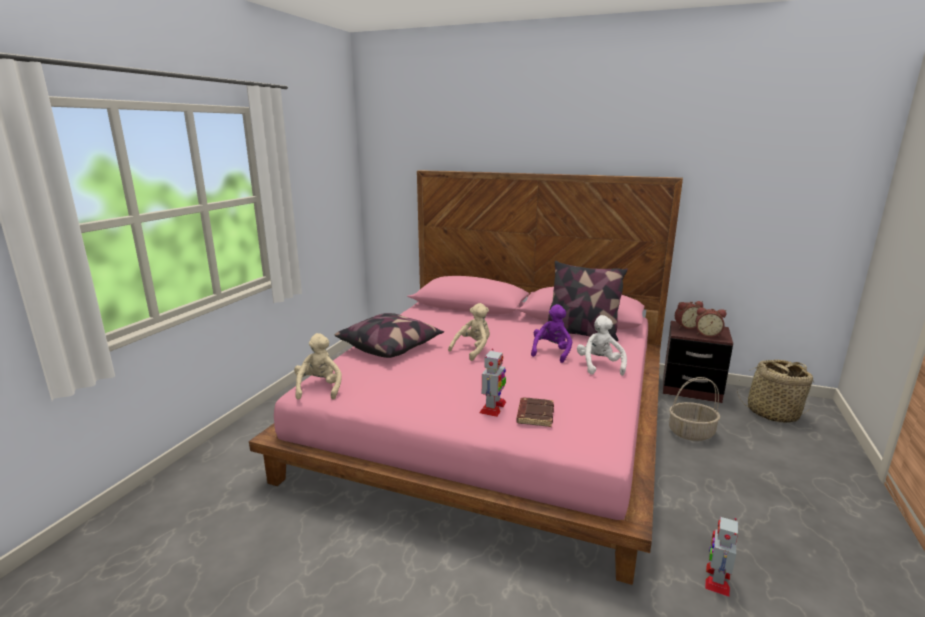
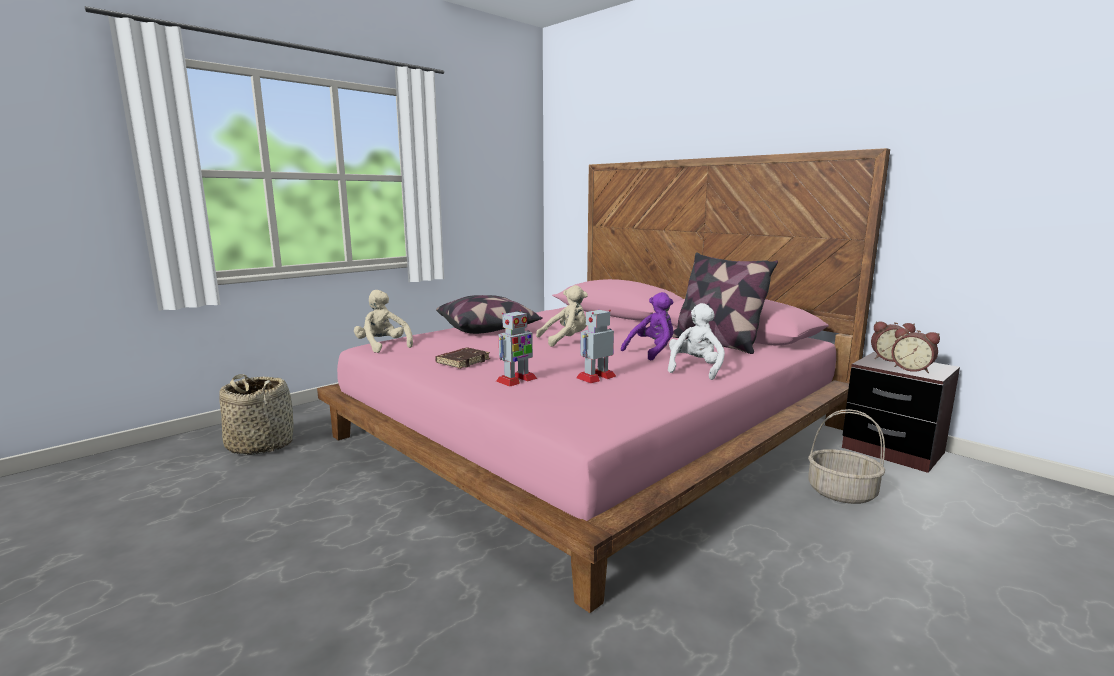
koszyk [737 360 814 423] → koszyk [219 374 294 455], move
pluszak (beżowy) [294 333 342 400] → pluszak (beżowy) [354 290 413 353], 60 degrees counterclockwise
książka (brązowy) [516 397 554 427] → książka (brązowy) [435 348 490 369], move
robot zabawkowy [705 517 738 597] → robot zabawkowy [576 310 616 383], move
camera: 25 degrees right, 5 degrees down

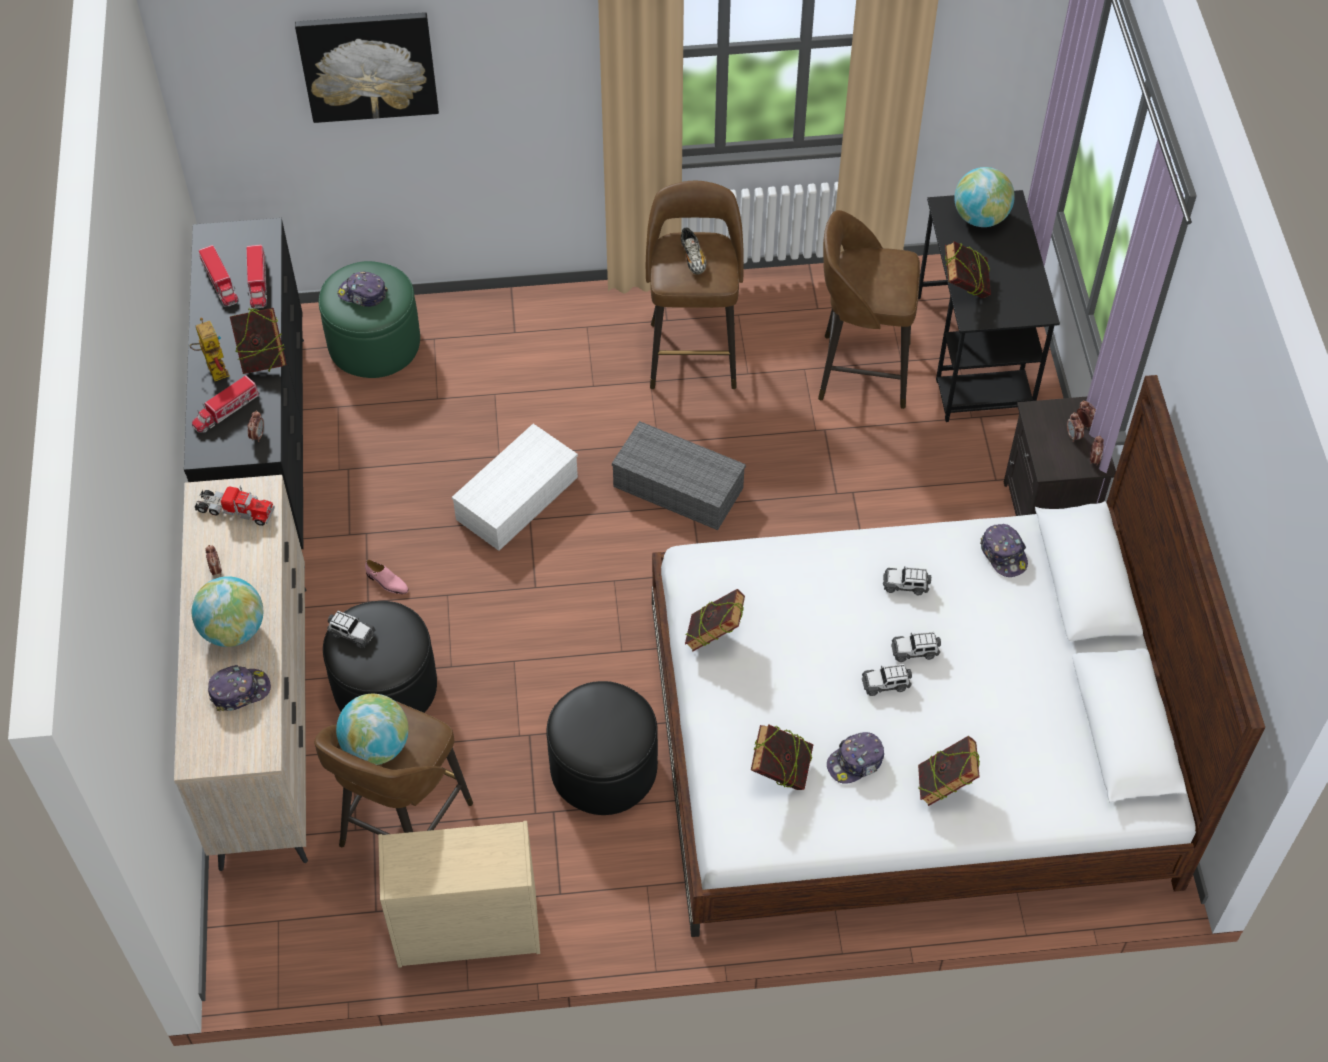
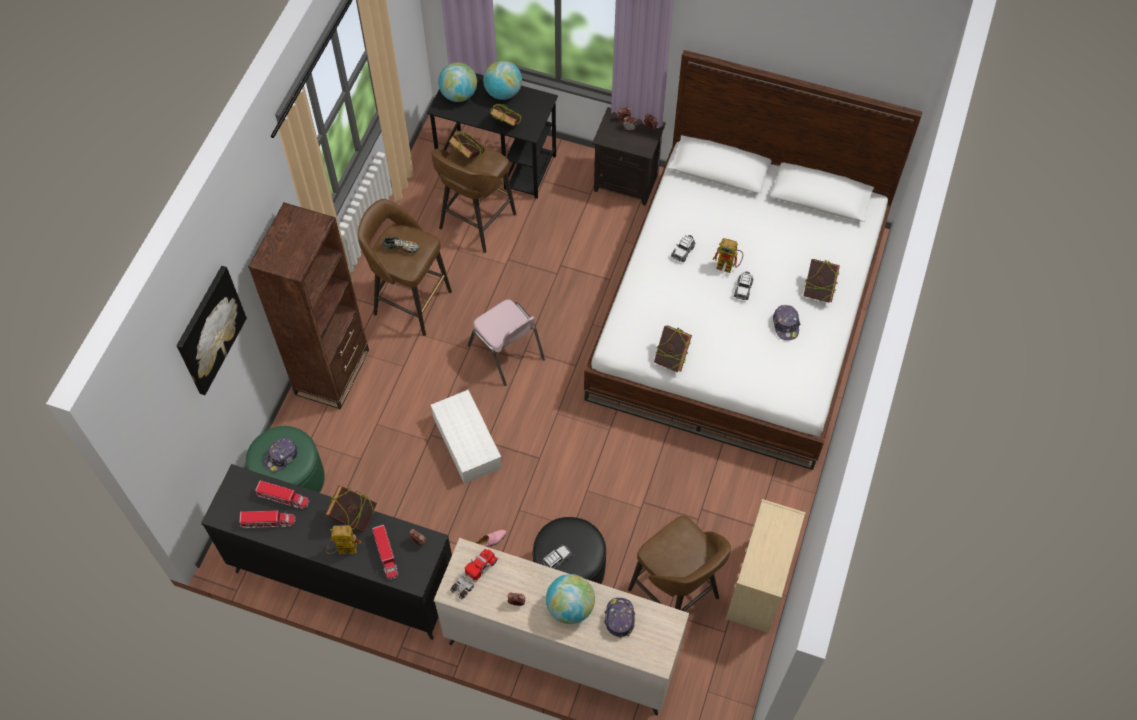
- → regał (brązowy) [248 203 369 409]
książka [751 724 813 790] → książka [448 133 485 159], move
pojemnik do przechowywania (szary) [612 421 746 530] → krzesło (różowy) [468 300 545 386]
globus [336 694 408 765] → globus [483 60 522 100], move
samochodzik [891 632 941 662] → robot zabawkowy [713 238 743 273]
pufa (czarny) [546 681 658 815] → -
czapka z daszkiem [980 524 1028 577] → -
camera: 65 degrees left, 5 degrees up

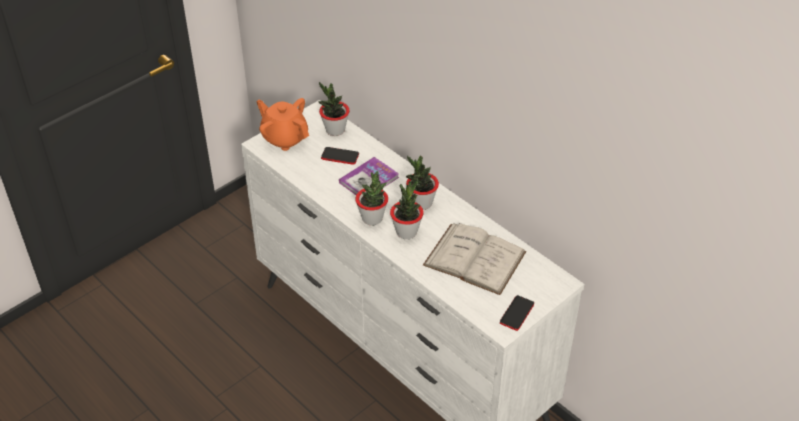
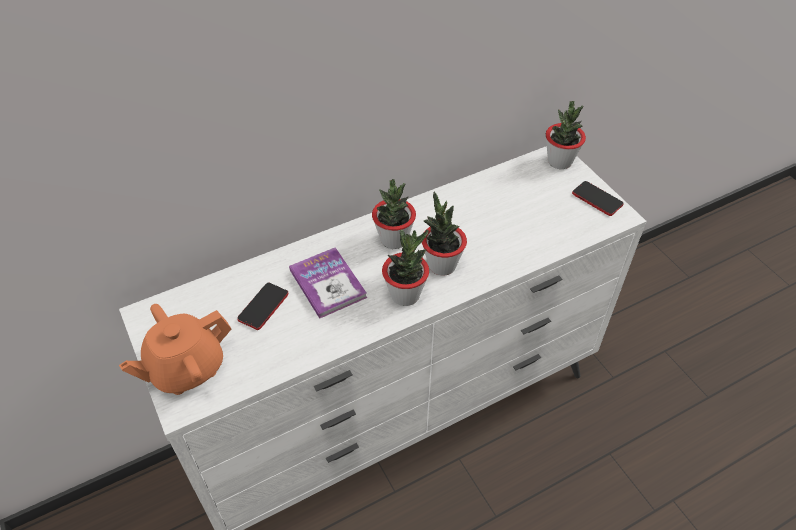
roślina doniczkowa [318 82 350 136] → roślina doniczkowa [546 101 586 169], move
książka (biały) [423 223 526 295] → -
camera: 75 degrees left, 5 degrees up

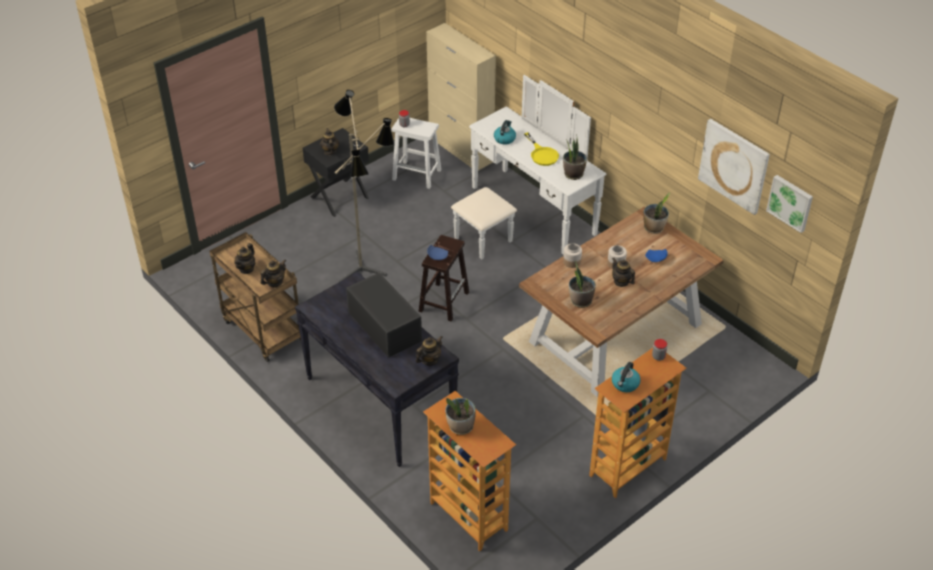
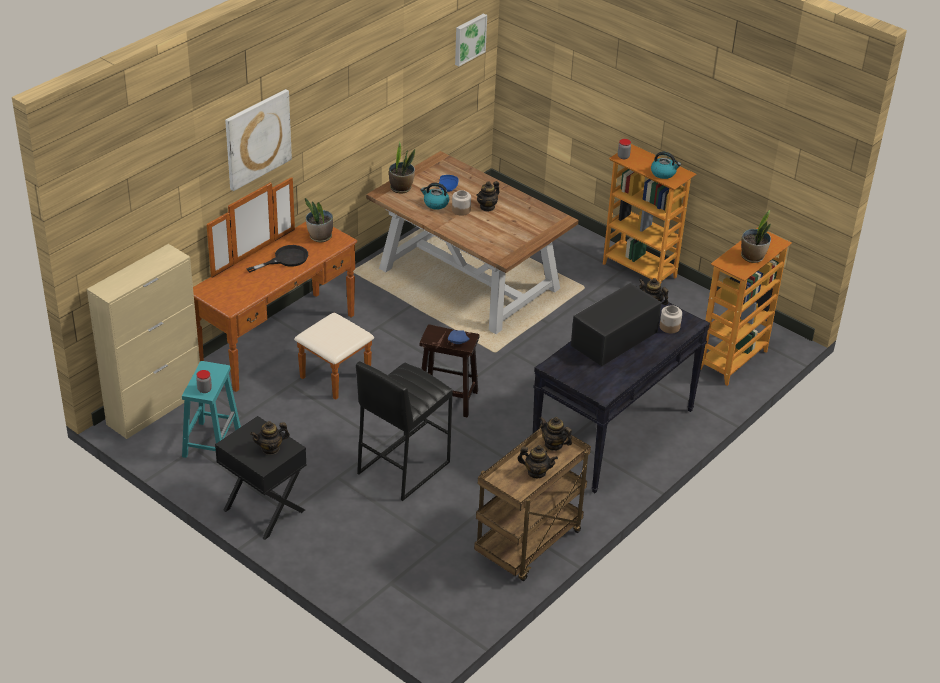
stołek (biały) [392 118 442 189] → stołek (turkusowy) [182 361 241 458]
komoda (biały) [451 75 606 259] → komoda (brązowy) [193 177 374 400]
obraz [698 119 770 215] → obraz [225 89 292 191], move
patelnia (żółty) [524 132 559 166] → patelnia (czarny) [246 245 308 273]
lampa stojąca [334 90 394 282] → stołek (czarny) [356 361 453 501]
czajnik [494 120 516 145] → czajnik [421 183 449 210], move
słoik [563 243 582 268] → słoik [660 305 682 334], move
roślina doniczkowa [569 261 596 308] → -
camera: 100 degrees left, 5 degrees down

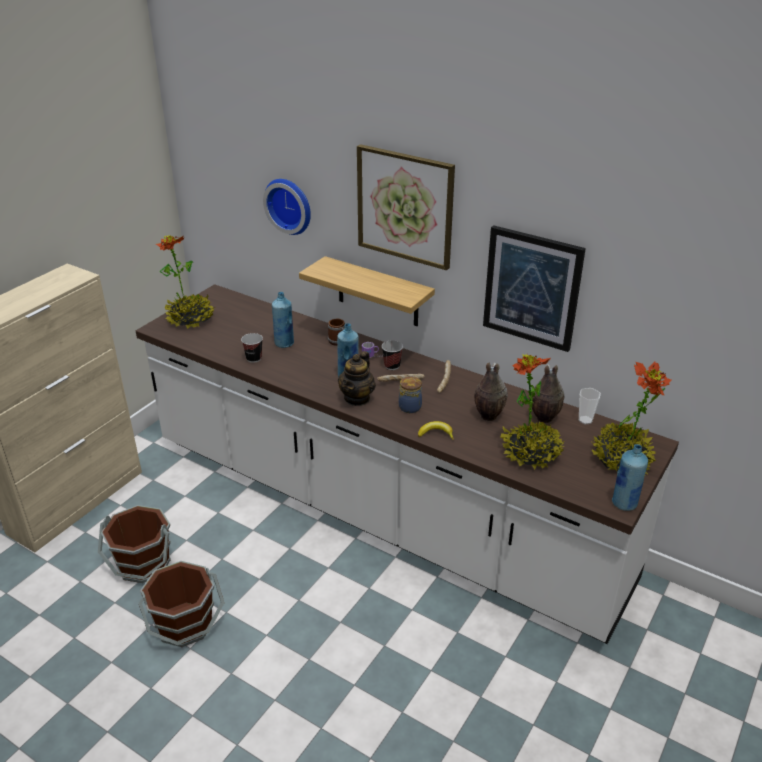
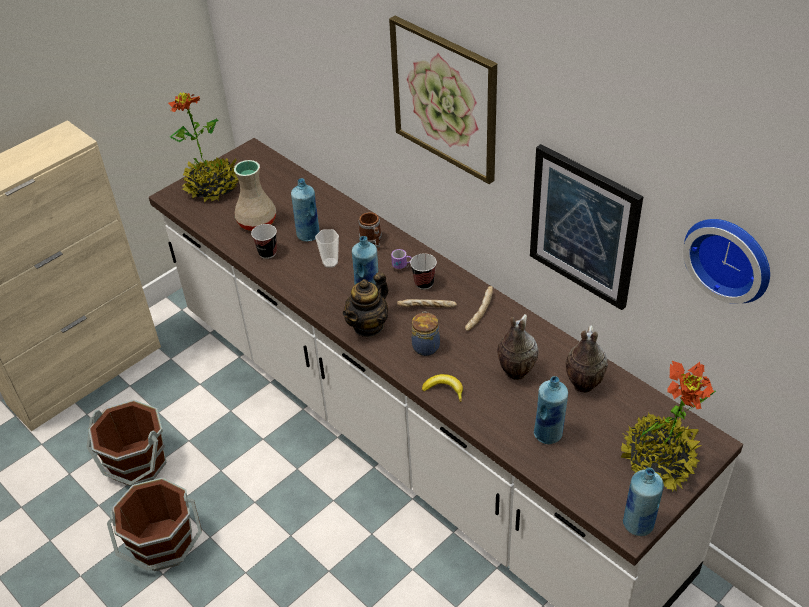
- → wazon (beżowy) [234 160 276 231]
filiżanka [579 388 601 425] → filiżanka [315 229 339 268], move
roślina doniczkowa [500 354 564 470] → butelka (niebieski) [534 376 568 444]
zegar ścienny [263 179 311 235] → zegar ścienny [683 219 770 304], move
półka [299 256 435 326] → -
camera: 15 degrees right, 10 degrees up

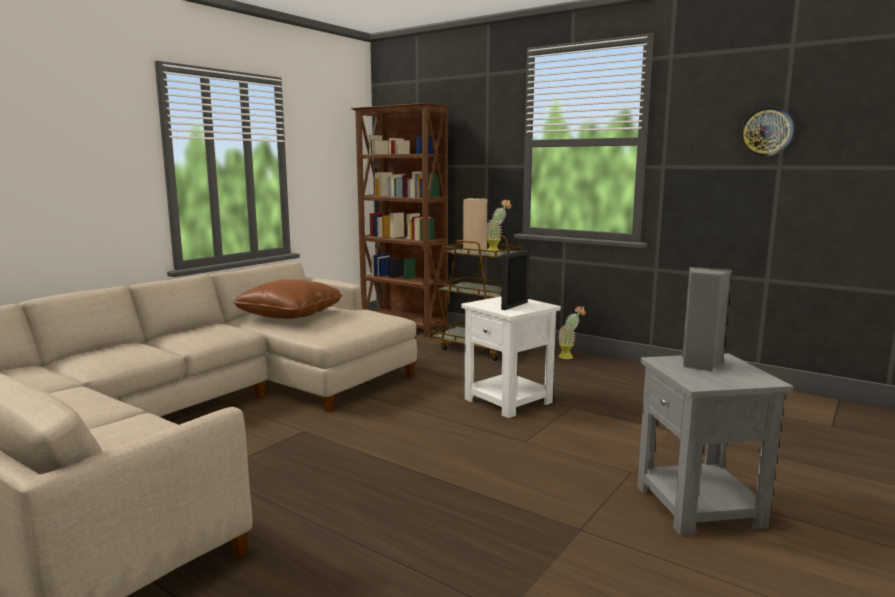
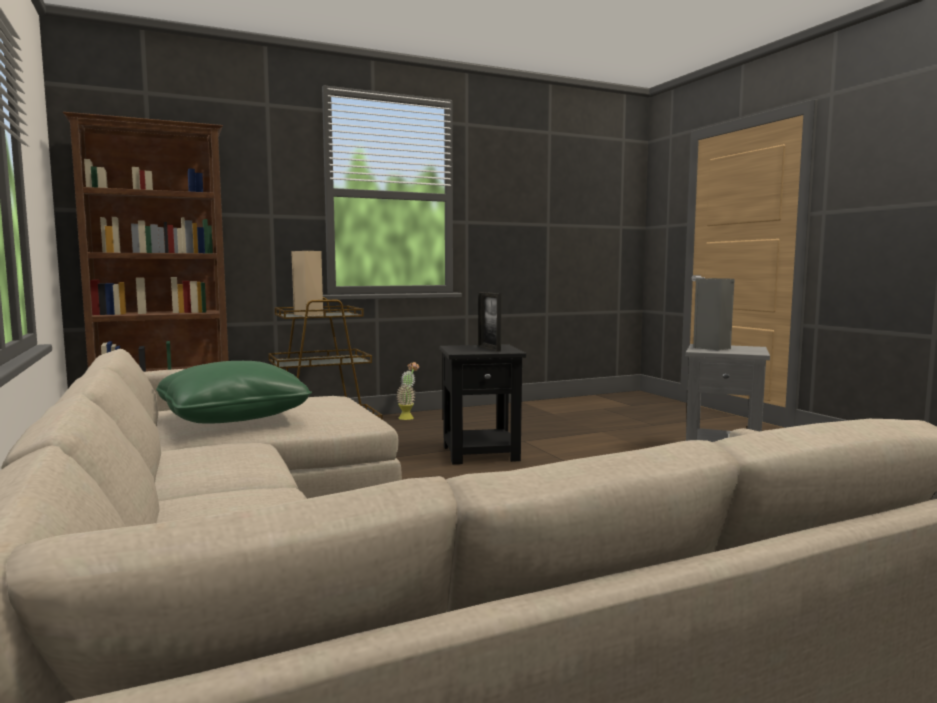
poduszka (brązowy) [233 279 342 319] → poduszka (zielony) [156 361 312 424]
stolik (biały) [461 296 561 418] → stolik (czarny) [440 344 526 464]
roślina doniczkowa [485 200 512 254] → -
zegar ścienny [740 106 794 157] → -
camera: 60 degrees left, 5 degrees down

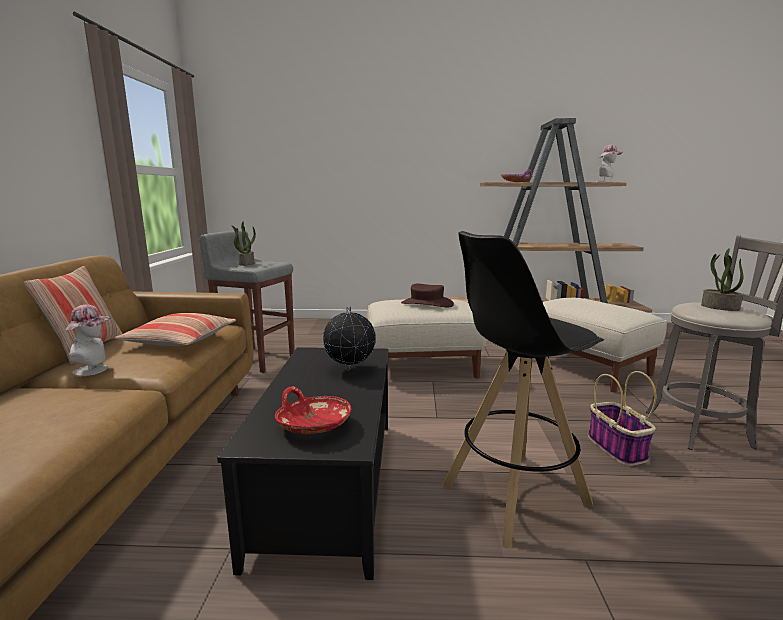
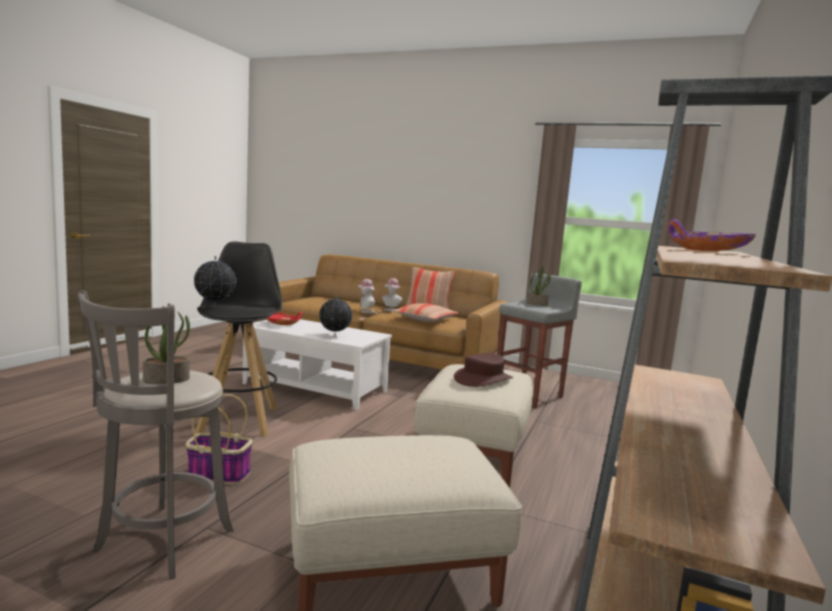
- → globus [194 256 236 306]
ława (czarny) [217 347 389 580] → ława (biały) [242 319 392 411]
kapelusz [596 145 623 182] → kapelusz [357 279 375 313], move
camera: 110 degrees right, 5 degrees down

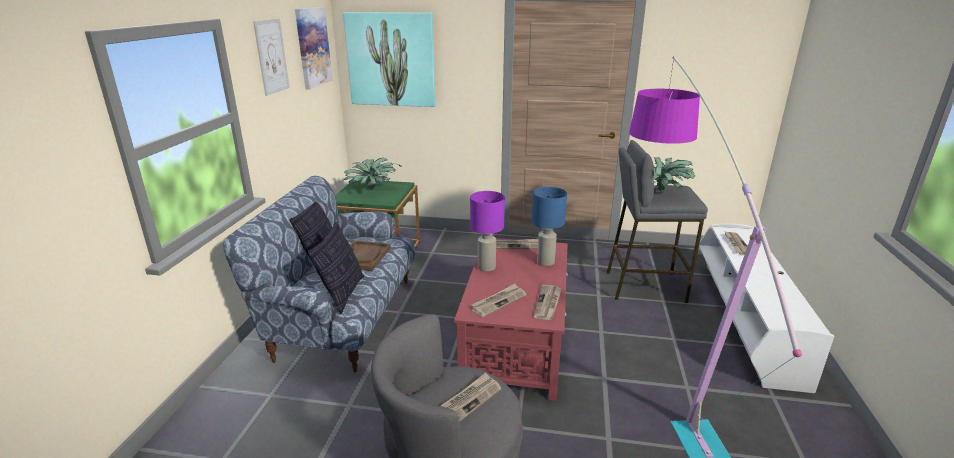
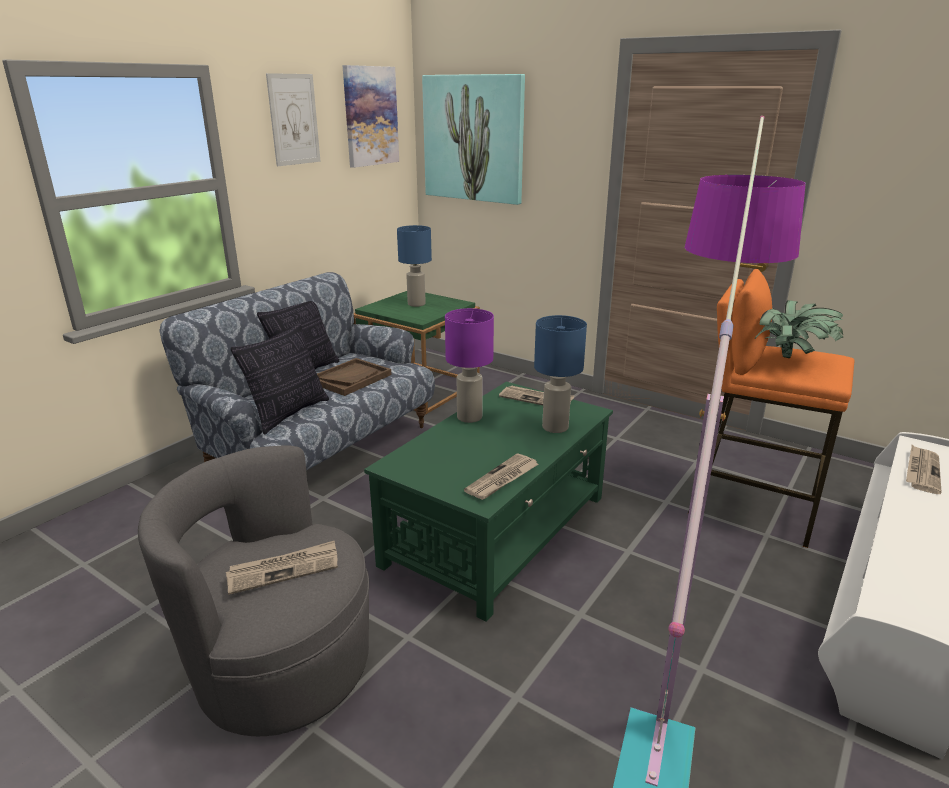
ława (czerwony) [454 238 568 401] → ława (zielony) [364 382 613 622]
roślina doniczkowa [343 158 402 189] → lampa stołowa (niebieski) [397 225 432 307]
stołek (szary) [607 140 708 303] → stołek (pomarańczowy) [688 269 854 548]
gazeta [471 284 526 317] → -
camera: 25 degrees right, 0 degrees up

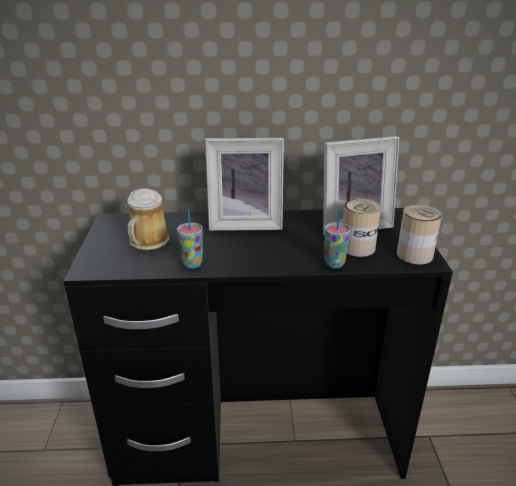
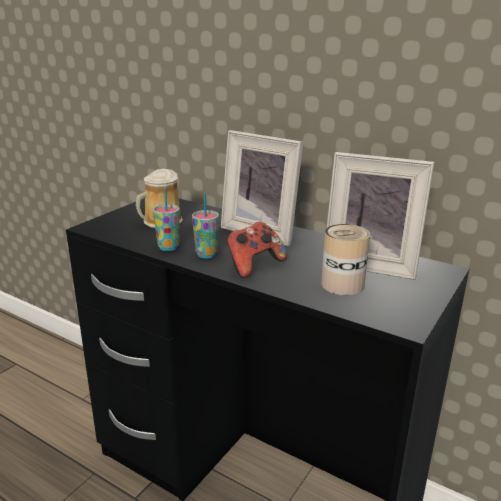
filiżanka [324 209 351 268] → filiżanka [192 194 219 259], move
- → pad do gier [227 222 287 278]
puszka [397 205 442 265] → -
camera: 35 degrees right, 5 degrees down

